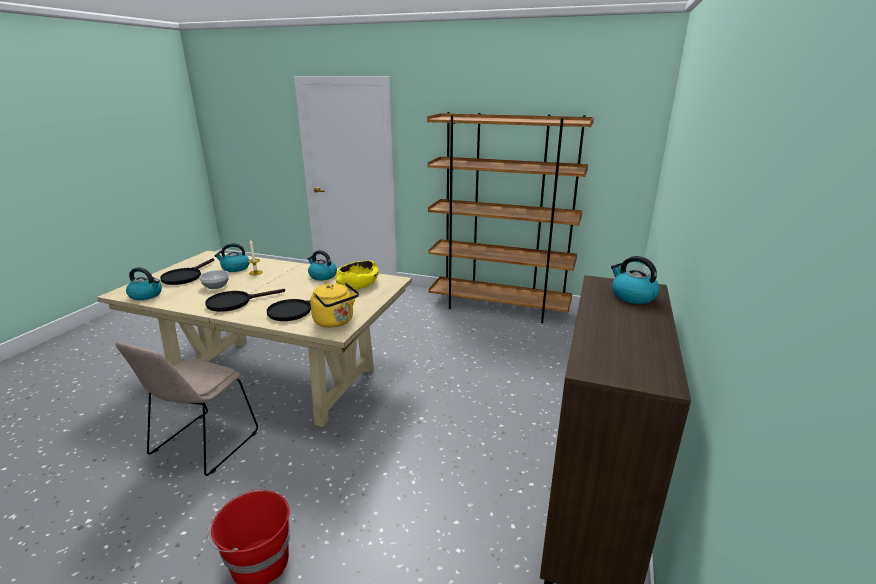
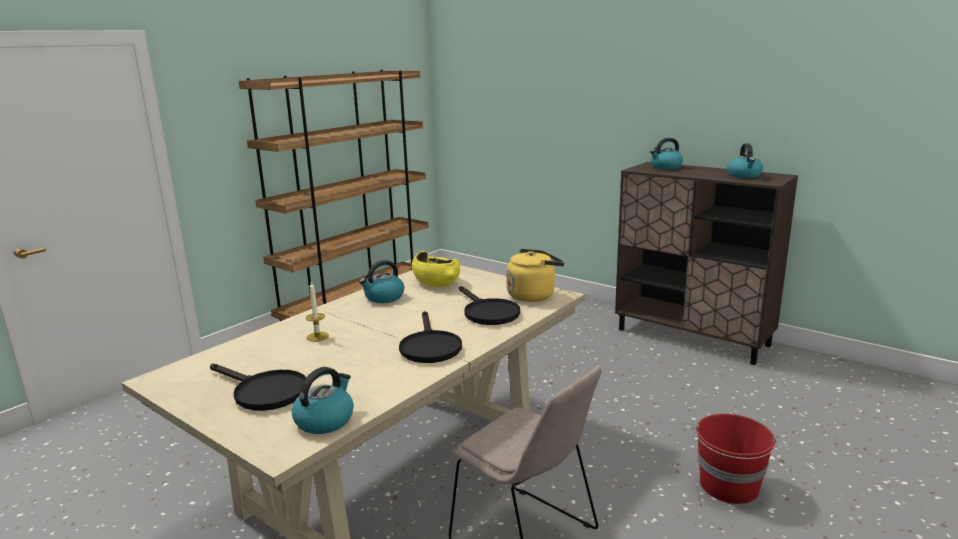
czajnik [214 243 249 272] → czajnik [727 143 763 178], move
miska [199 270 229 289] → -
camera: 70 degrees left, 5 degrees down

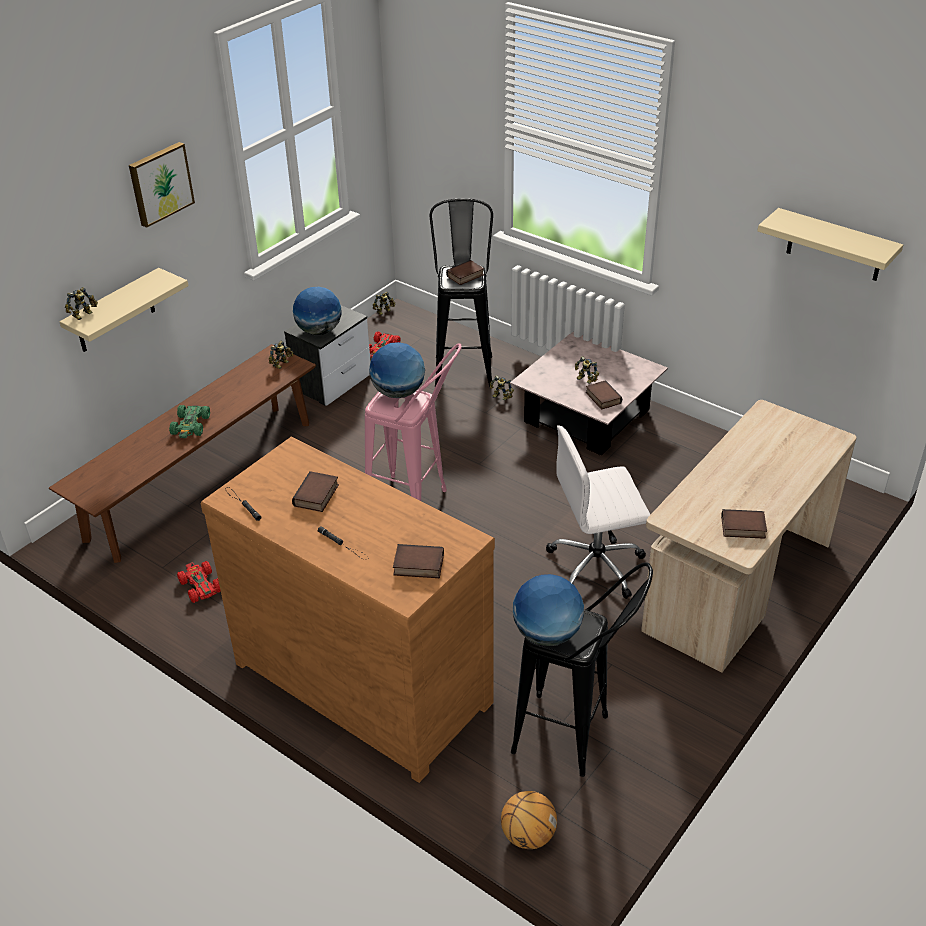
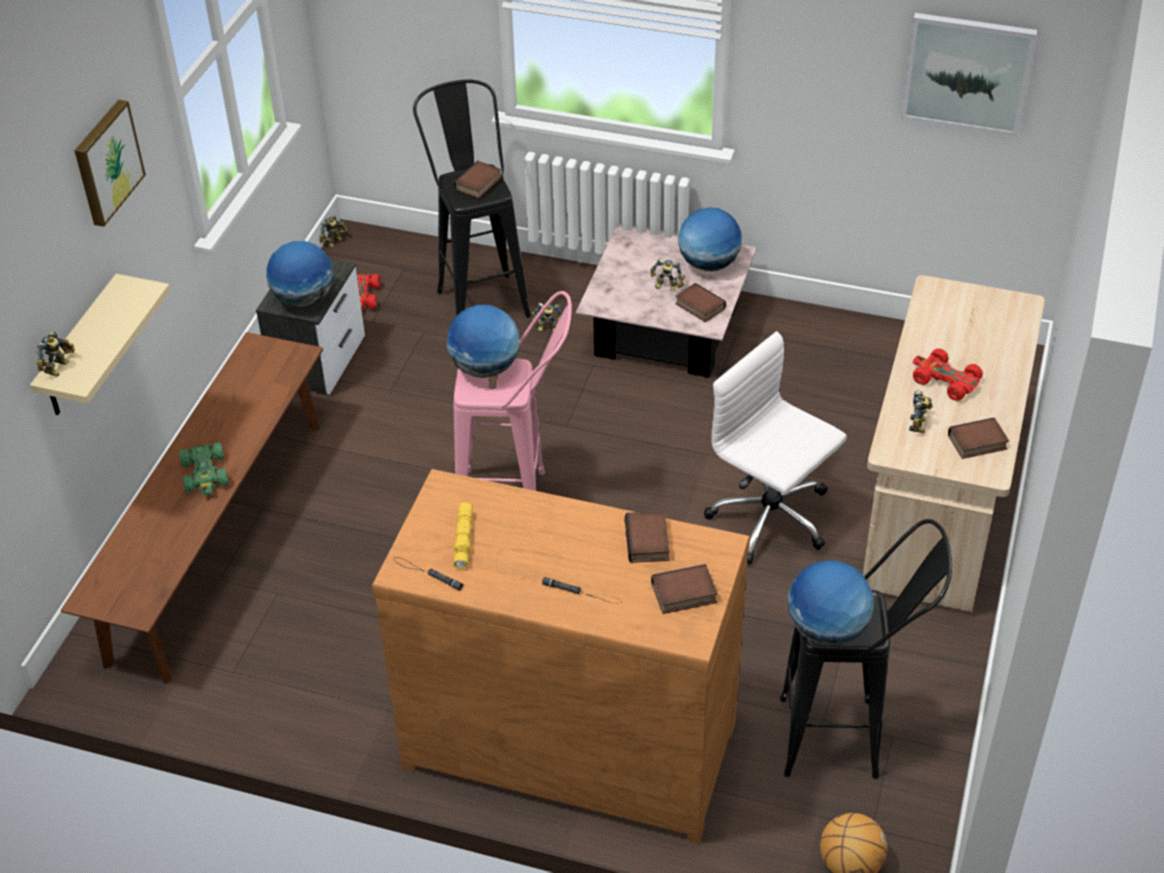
- → latarka (żółty) [454 502 473 569]
książka [292 471 339 512] → książka [625 511 670 563], move
- → globus [678 208 742 271]
krzesło biurowe (biały) [546 425 651 599] → krzesło biurowe (biały) [704 331 847 565], 75 degrees clockwise
półka (beżowy) [758 208 903 281] → obraz [901 13 1037 137]
robot zabawkowy [269 340 293 369] → robot zabawkowy [909 390 933 433], move
samochodzik (czerwony) [177 561 221 603] → samochodzik (czerwony) [913 348 983 401], move
camera: 20 degrees left, 5 degrees up

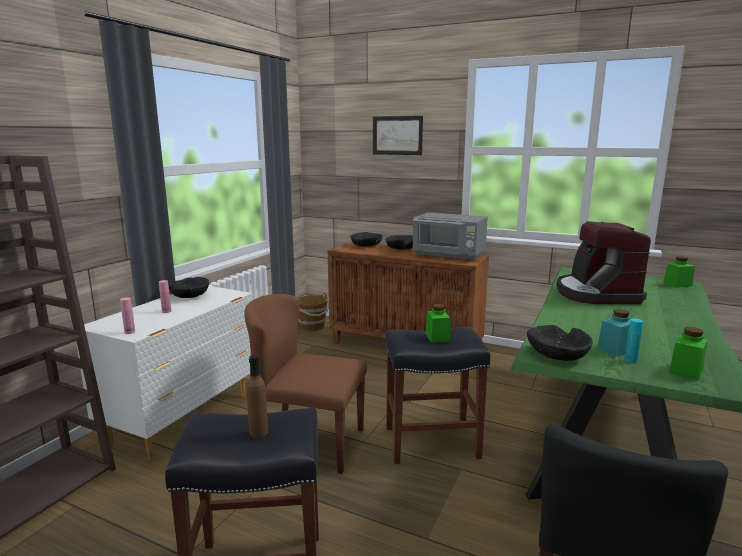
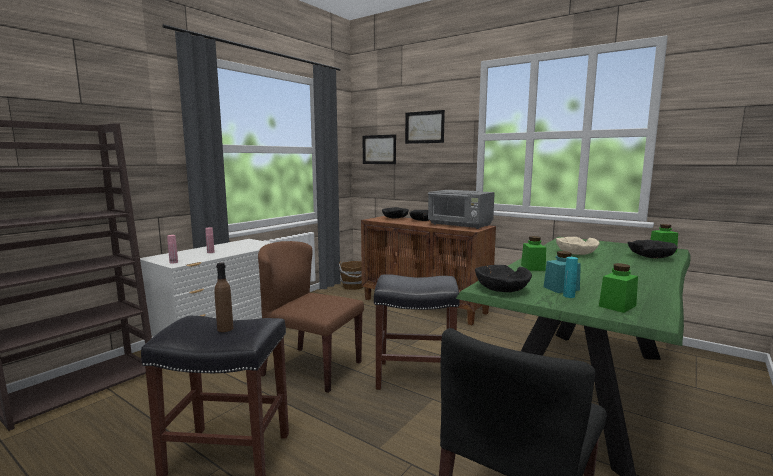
- → obraz [362 134 396 164]
słoik (zielony) [425 304 450 343] → słoik (zielony) [521 236 546 271], move
ekspres do kawy [556 221 651 304] → miska (beżowy) [556 237 600 255]
miska (czarny) [168 277 209 298] → miska (czarny) [628 240 677 259], move
camera: 10 degrees right, 5 degrees down

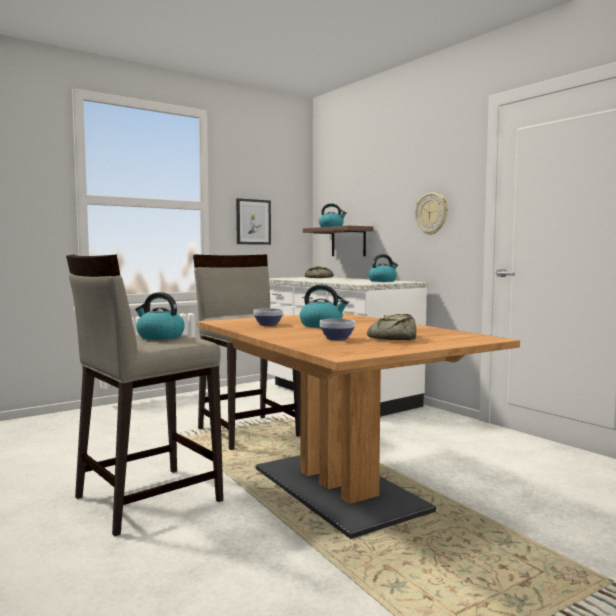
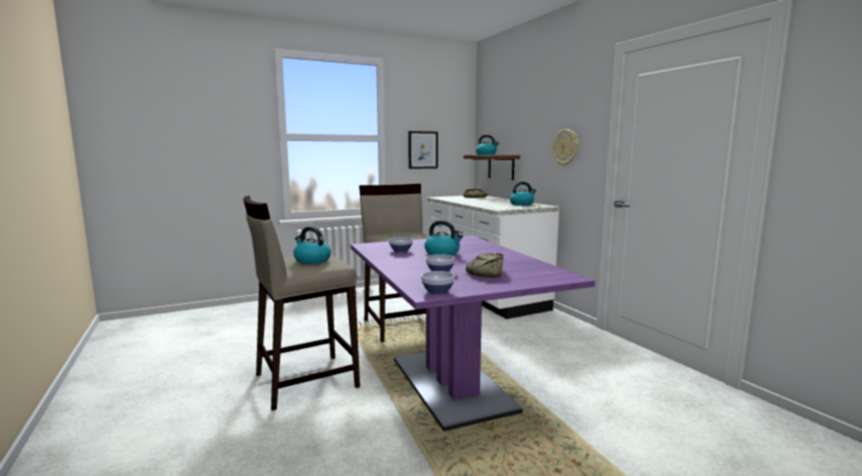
stół jadalny (brązowy) [197 313 520 539] → stół jadalny (fioletowy) [351 235 595 431]
- → miska [421 271 455 295]
camera: 10 degrees right, 5 degrees up

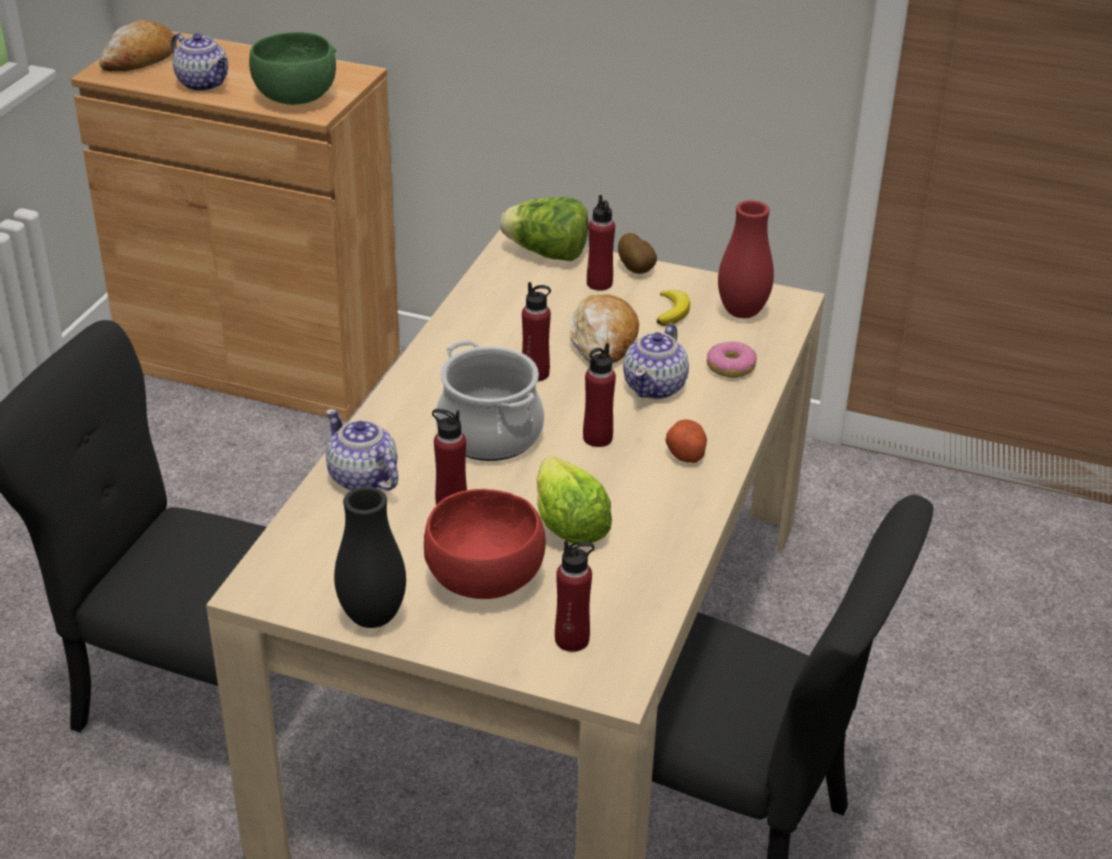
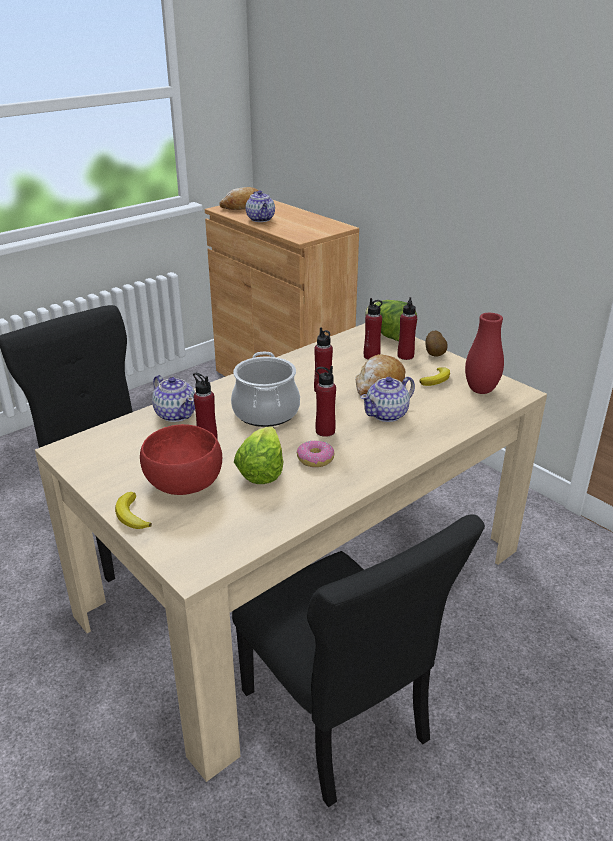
- → banan [115 492 152 529]
imbryk [326 409 398 491] → imbryk [152 375 195 422], 150 degrees clockwise
donut [707 341 757 378] → donut [297 441 334 467], move
butelka (czerwony) [555 540 594 652] → butelka (czerwony) [364 298 383 359], move
miska (zielony) [249 32 336 105] → -
wazon (czarny) [334 486 406 628] → -
ziemniak [666 419 707 463] → -
camera: 30 degrees right, 5 degrees down

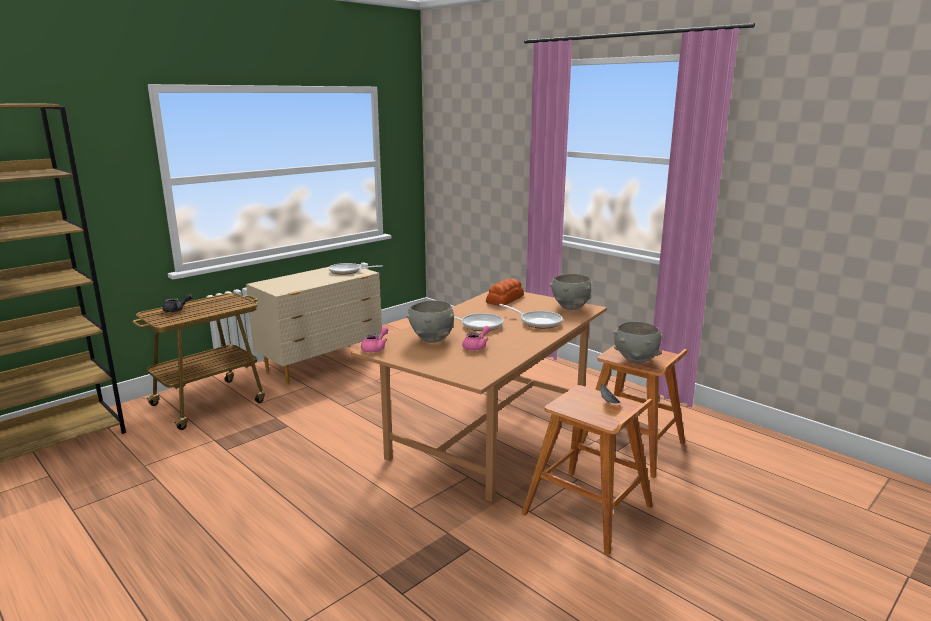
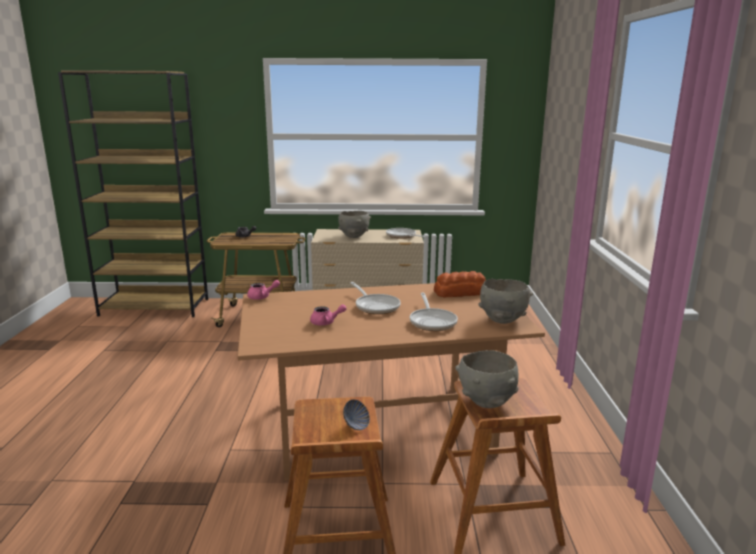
miska (szary) [406 300 454 343] → miska (szary) [338 211 371 238], move
camera: 45 degrees right, 0 degrees up

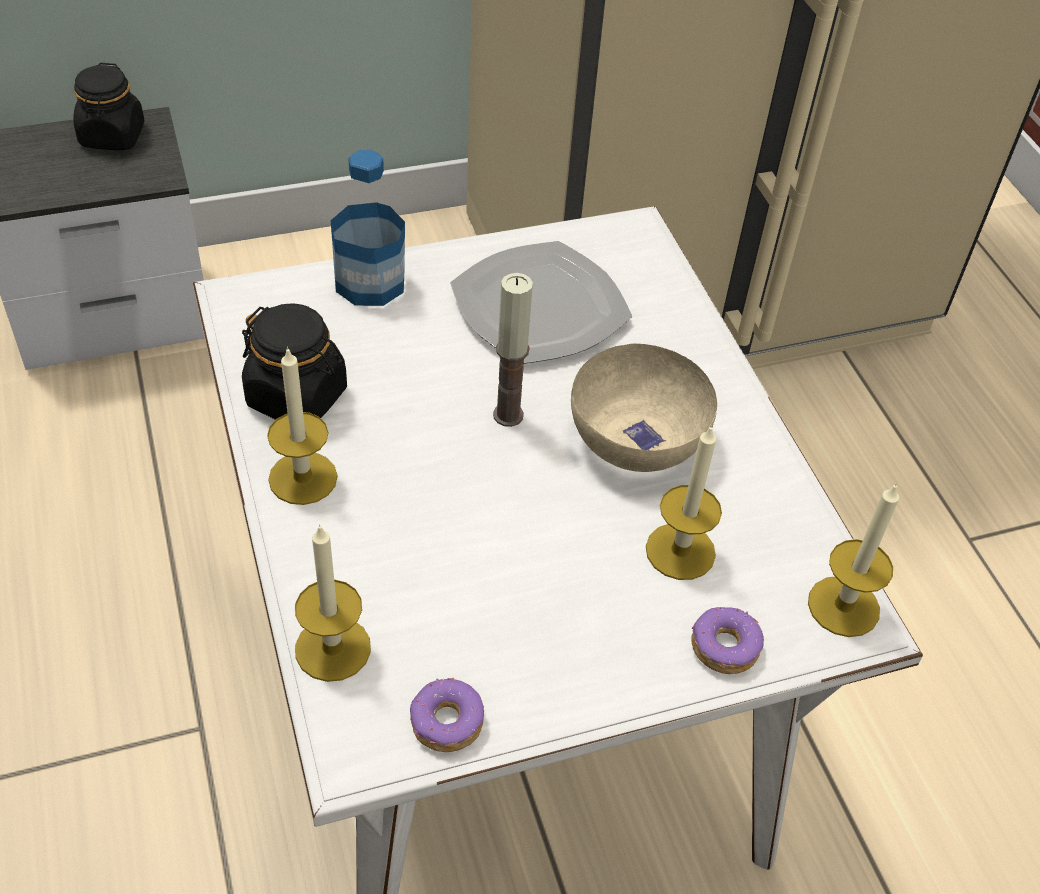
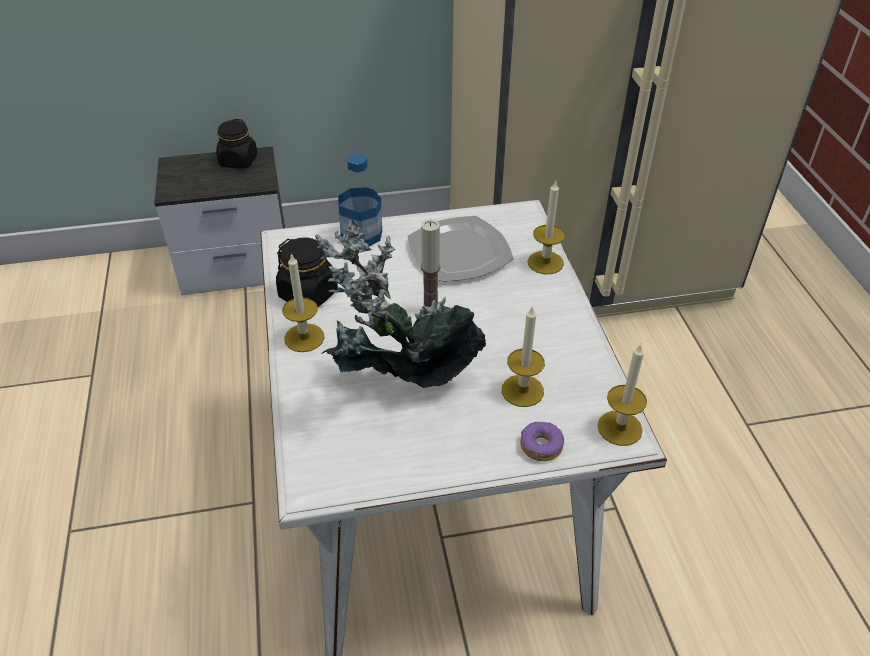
- → roślina doniczkowa [315 220 486 388]
świeca [295 524 371 682] → świeca [527 180 565 274], move
donut [410 677 484 752] → -
miska (beżowy) [571 344 717 472] → -
camera: 10 degrees right, 5 degrees down

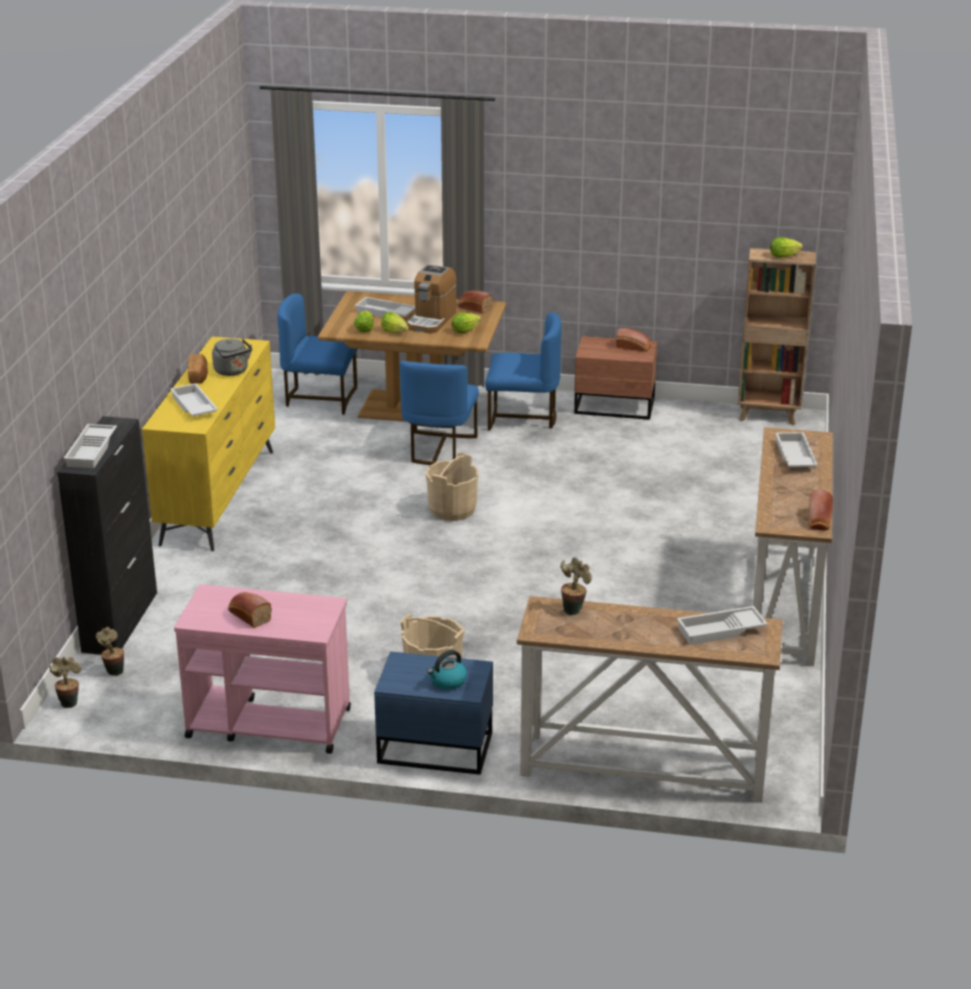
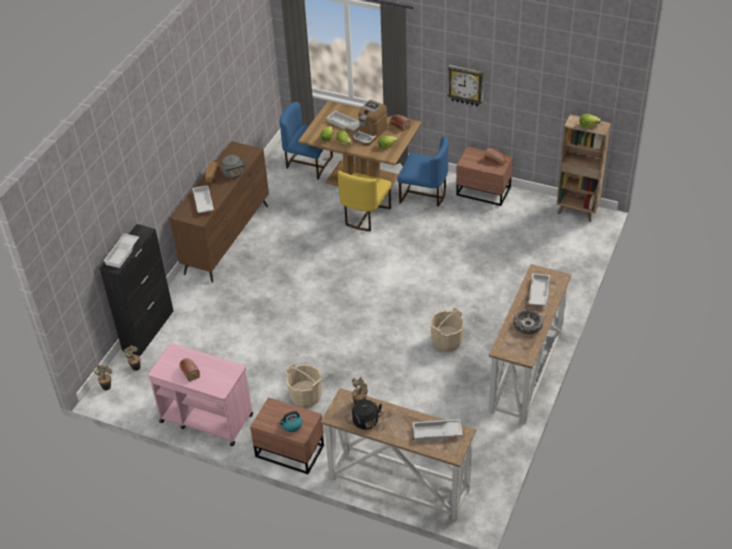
komoda (żółty) [142 337 275 551] → komoda (brązowy) [169 141 269 283]
szafka nocna (niebieski) [374 651 493 775] → szafka nocna (brązowy) [250 397 324 474]
krzesło (niebieski) [399 361 479 465] → krzesło (żółty) [338 171 391 231]
- → czajnik (czarny) [352 400 382 430]
wiadro (beżowy) [426 453 479 521] → wiadro (beżowy) [430 308 464 352], move
- → zegar ścienny [448 65 484 107]
- → miska [513 310 543 334]
chleb [808 489 833 530] → -
camera: 15 degrees right, 15 degrees up

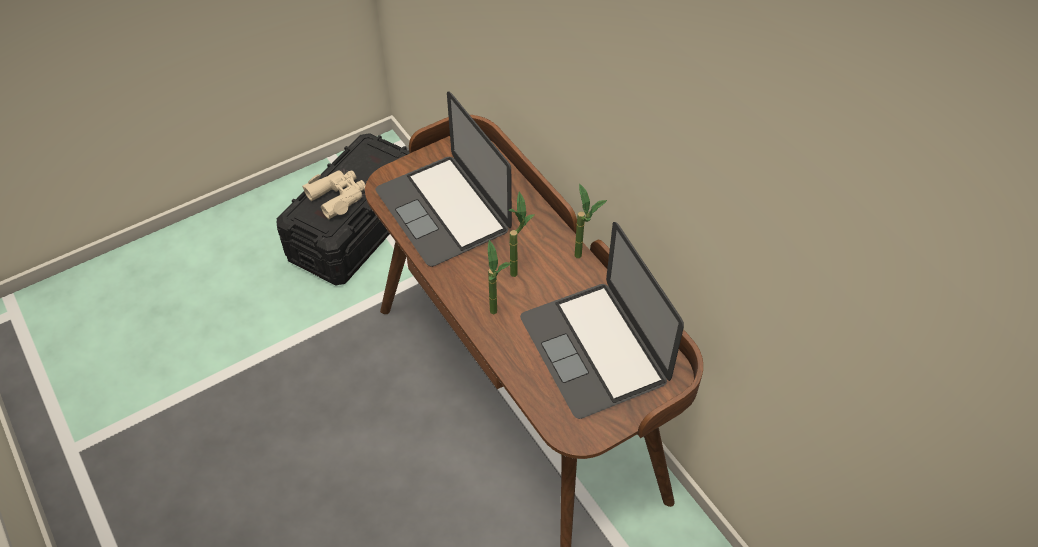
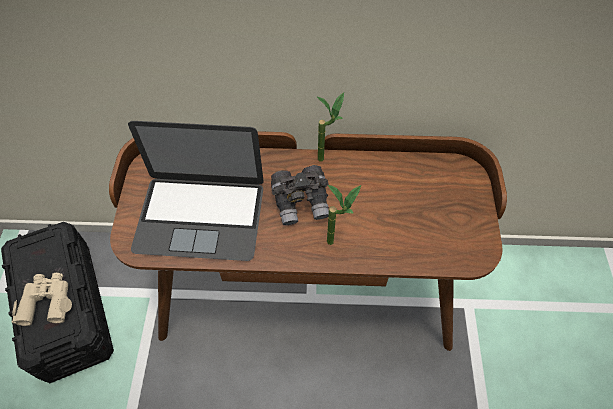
roślina doniczkowa [508 191 535 277] → lornetka (szary) [271 165 329 225]
laptop [520 222 684 419] → -
camera: 55 degrees left, 5 degrees up

